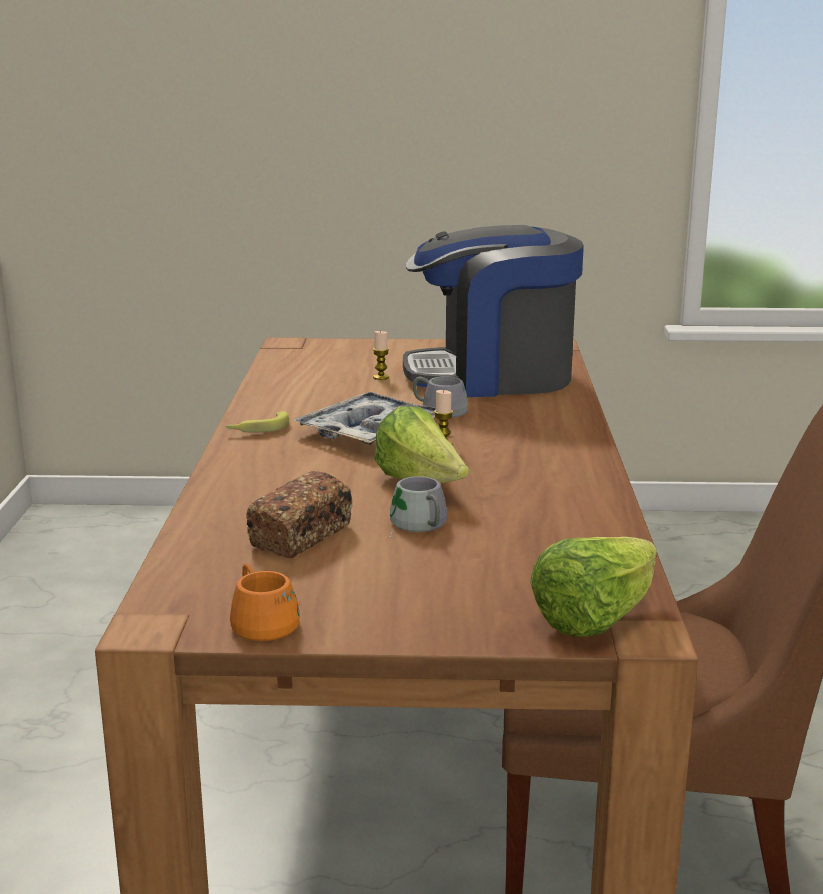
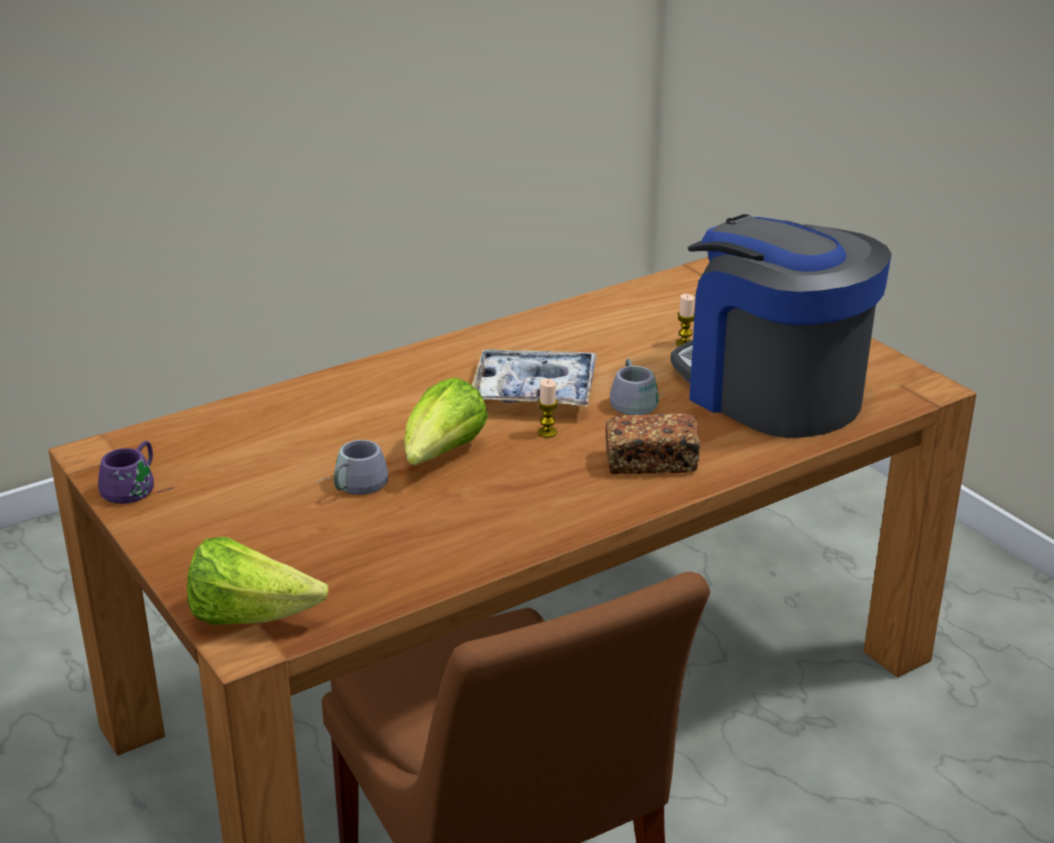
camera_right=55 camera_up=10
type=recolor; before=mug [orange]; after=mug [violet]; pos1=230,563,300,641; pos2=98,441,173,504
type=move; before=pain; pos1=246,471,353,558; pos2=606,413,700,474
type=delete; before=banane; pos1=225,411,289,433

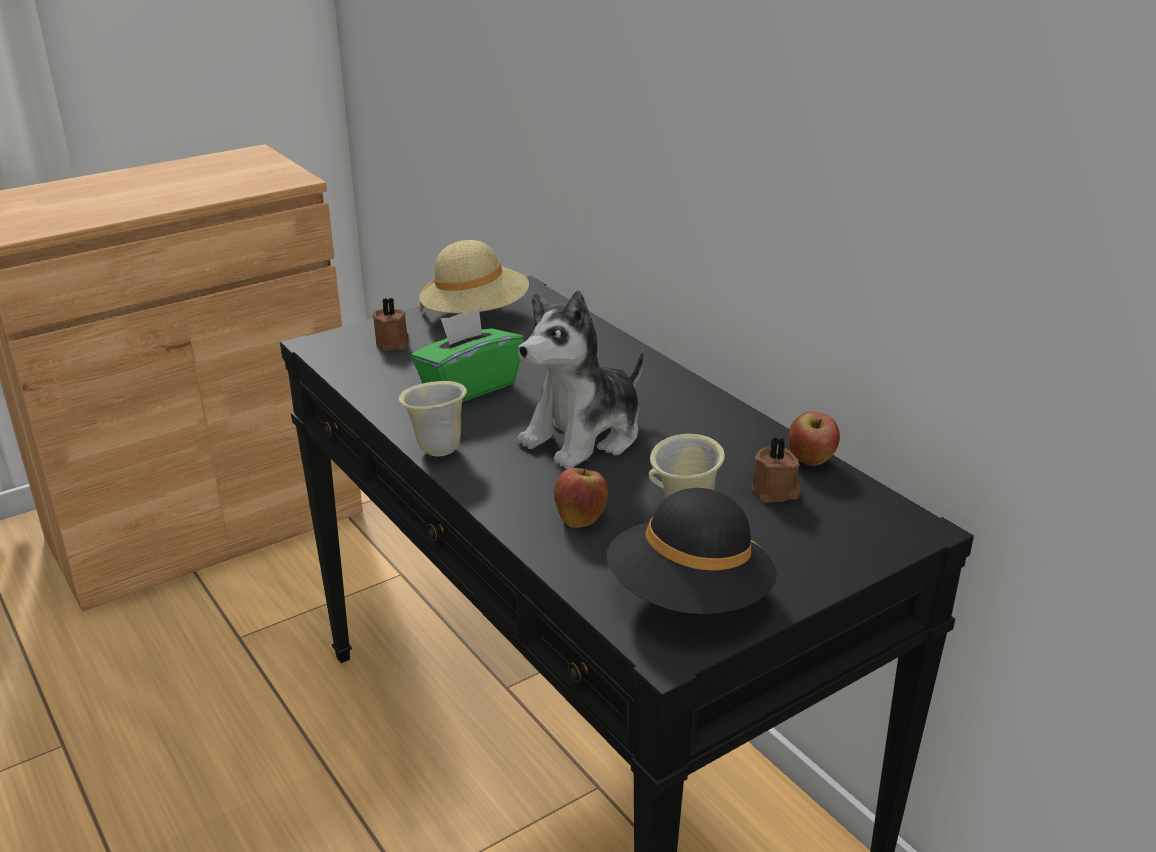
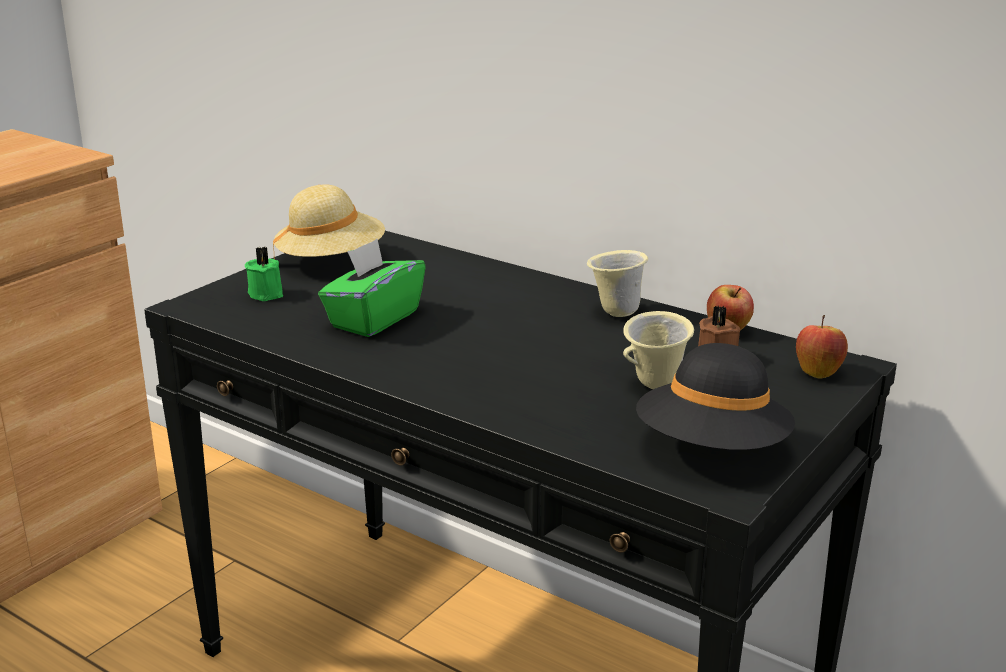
camera_right=-20 camera_up=-5
type=recolor; before=bougie [marron]; after=bougie [vert]; pos1=372,297,409,351; pos2=245,246,283,301
type=move; before=mug [beige]; pos1=399,381,467,456; pos2=587,250,648,317
type=move; before=pomme; pos1=554,460,608,528; pos2=796,315,848,379
type=delete; before=peluche; pos1=517,290,644,469

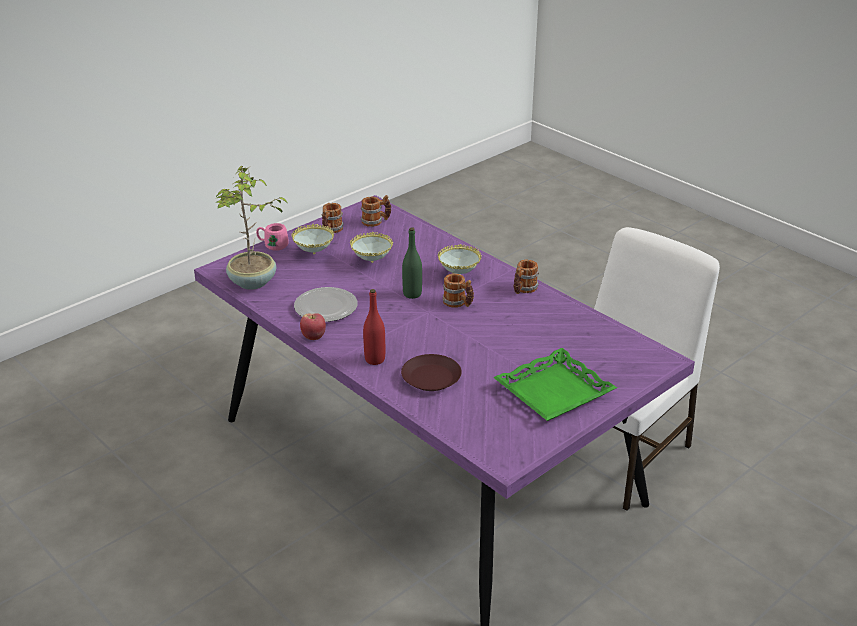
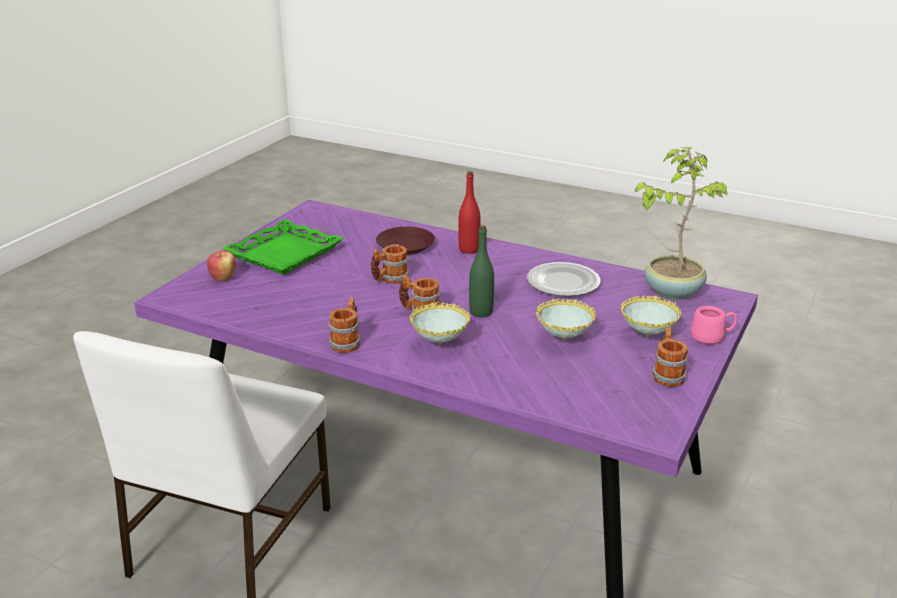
camera_right=160 camera_up=-5
type=move; before=pomme; pos1=300,313,326,340; pos2=207,250,236,282
type=move; before=mug; pos1=361,195,391,227; pos2=371,244,409,284

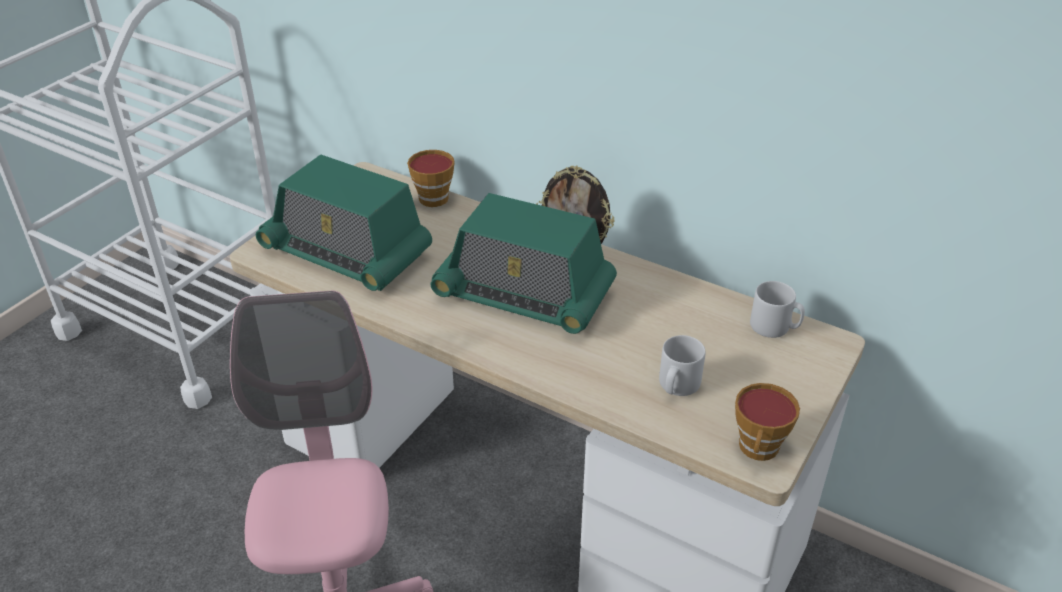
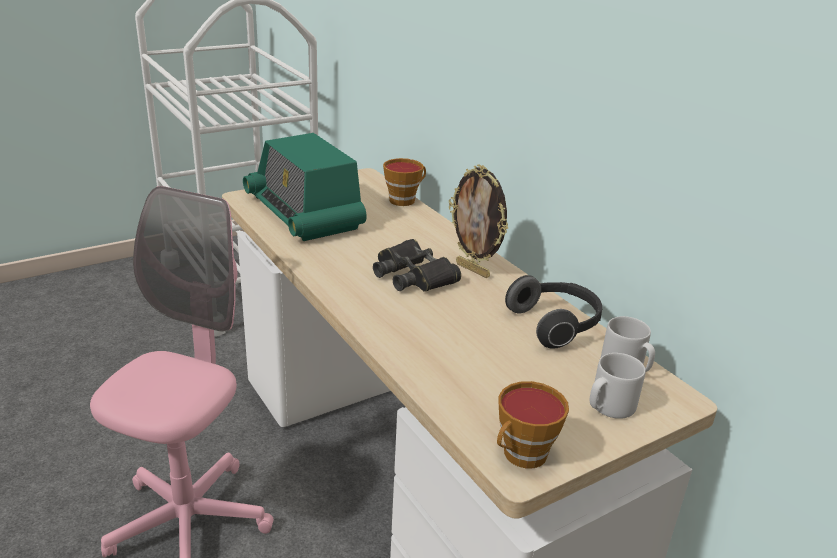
camera_right=25 camera_up=-10
type=replace; before=radio; after=jumelles [noir]; pos1=430,193,617,334; pos2=373,239,461,292
type=insert; after=casque audio; pos2=505,275,602,349
type=move; before=mug [gris]; pos1=659,335,706,396; pos2=590,353,646,419

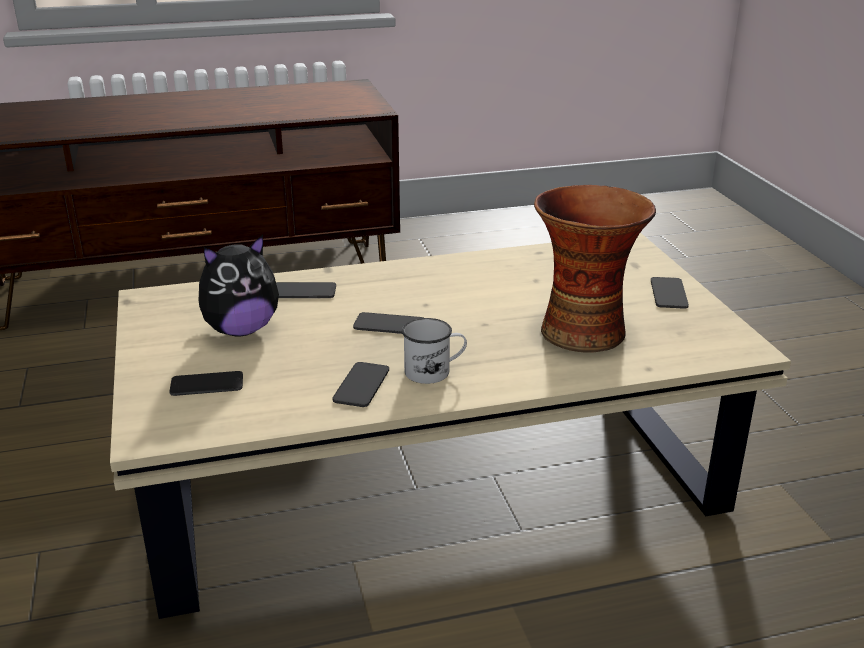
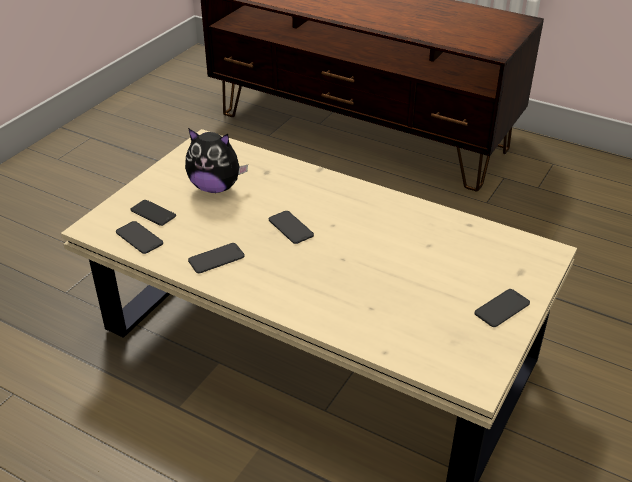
camera_right=45 camera_up=10
type=move; before=téléphone; pos1=276,282,336,298; pos2=116,221,163,254
type=delete; before=mug [blanc]; pos1=402,318,467,384
type=delete; before=vase; pos1=534,185,656,353

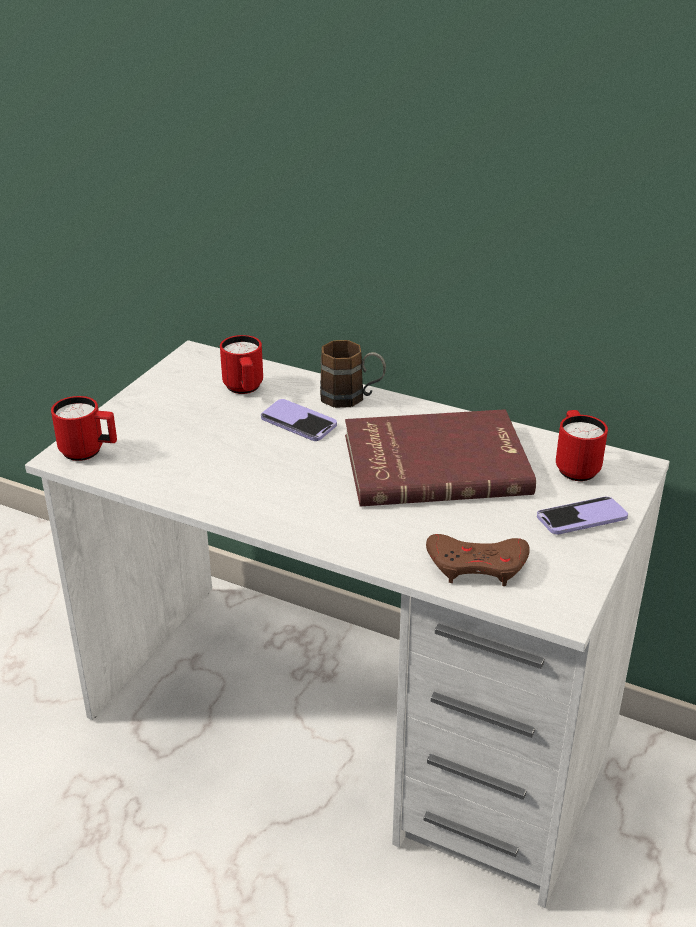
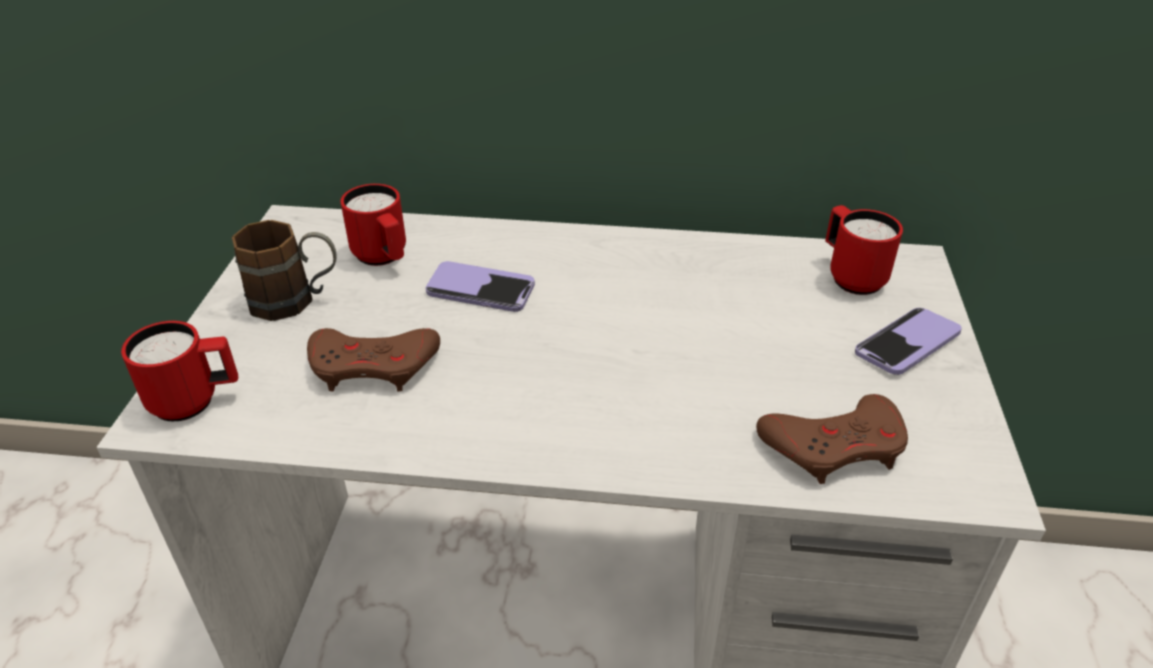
camera_right=-20 camera_up=5
type=move; before=mug [marron]; pos1=320,340,386,408; pos2=232,220,337,321
type=insert; after=manette [marron]; pos2=307,328,440,392
type=delete; before=livre [rouge]; pos1=345,409,536,507

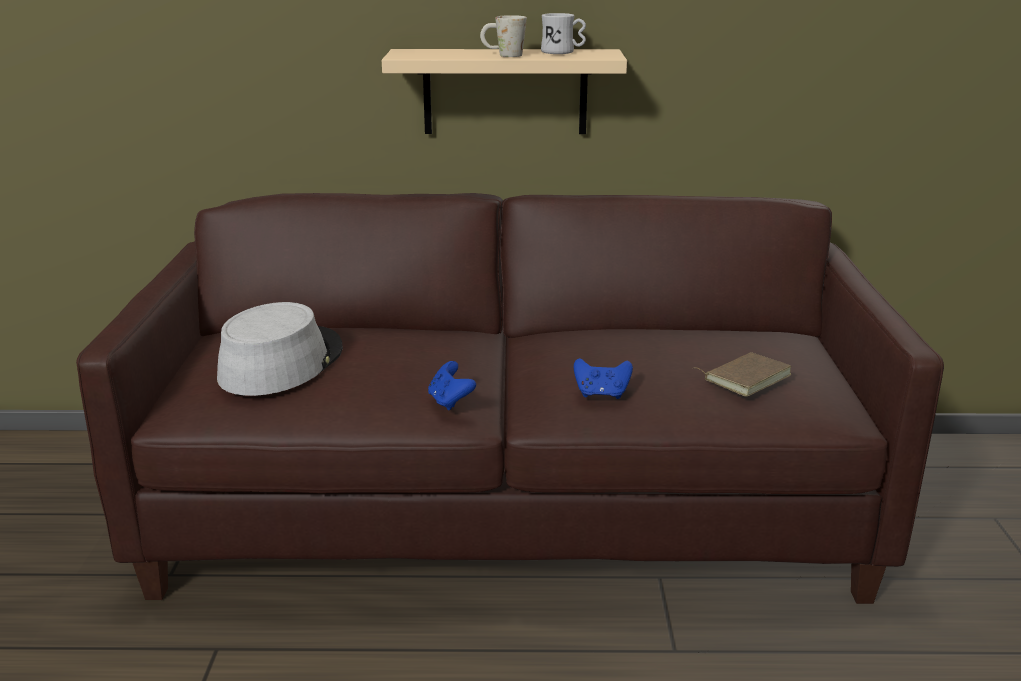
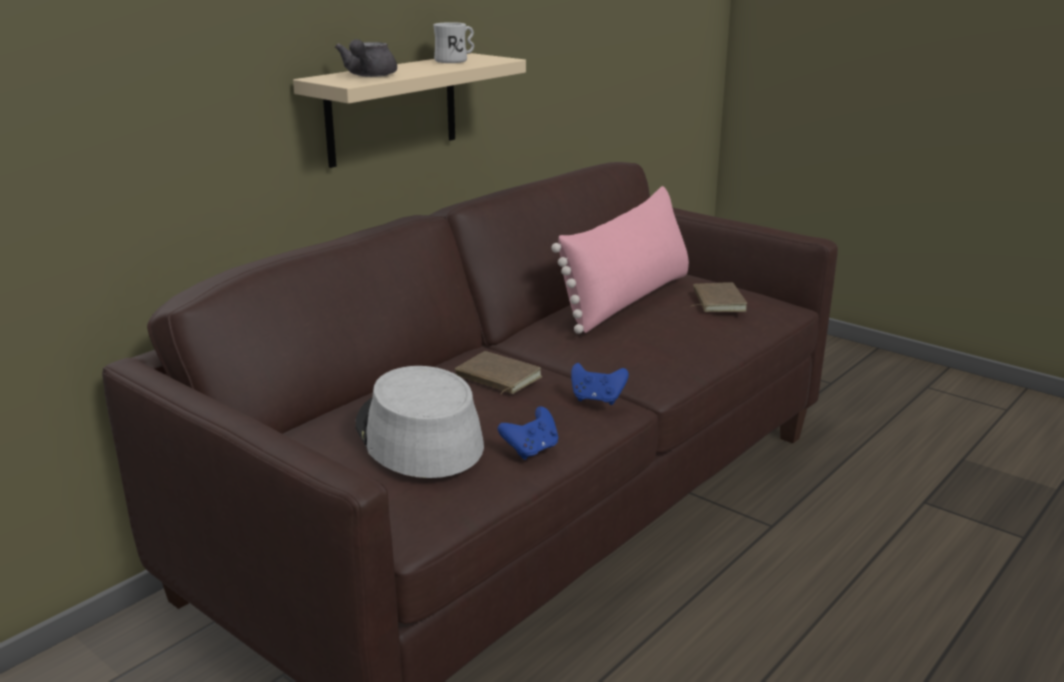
camera_right=-50 camera_up=0
type=insert; after=théière [gris]; pos2=335,39,397,77
type=insert; after=livre [marron]; pos2=455,351,542,394
type=move; before=manette [bleu]; pos1=574,358,633,399; pos2=498,406,558,460
type=insert; after=coussin [rose]; pos2=551,186,689,334
type=delete; before=mug [blanc]; pos1=480,15,527,57

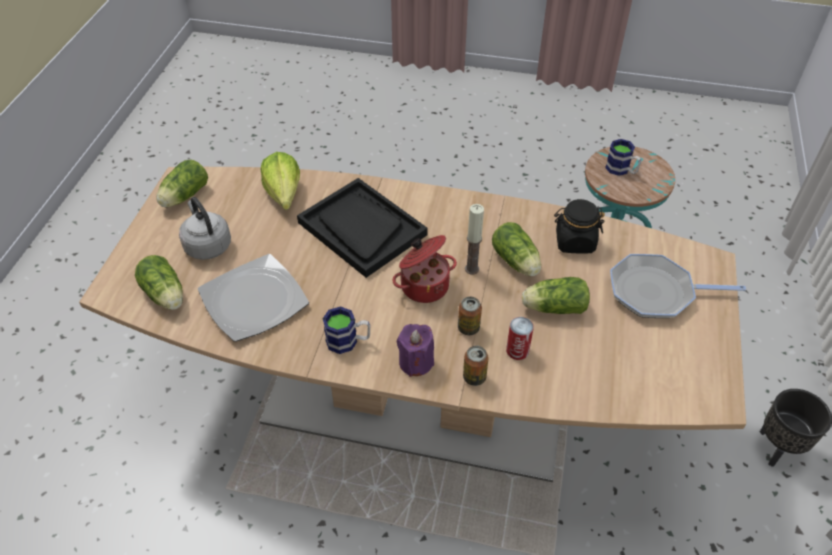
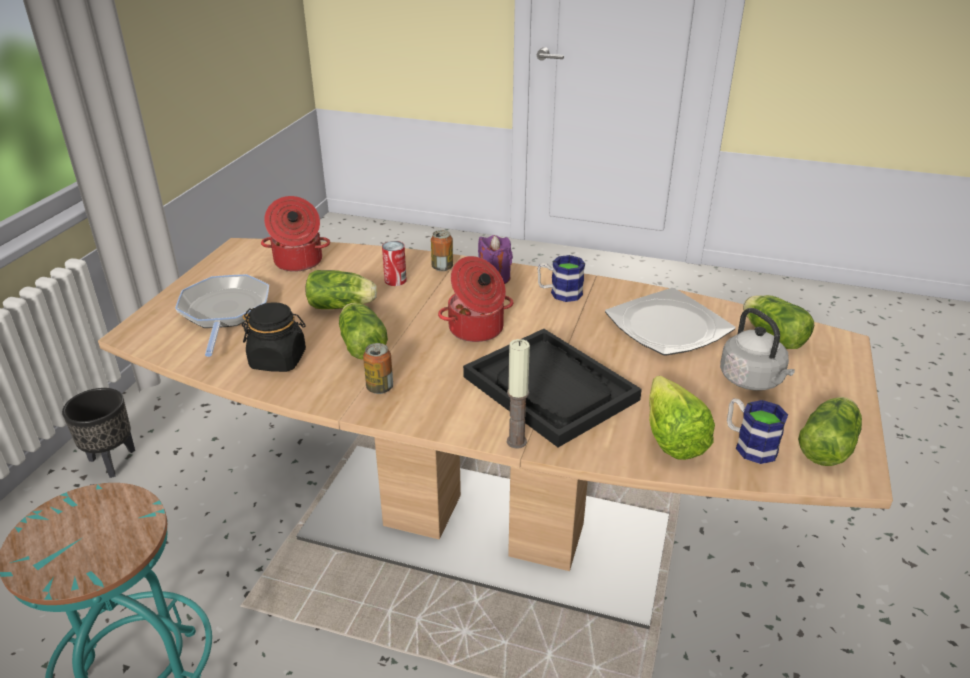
camera_right=-175 camera_up=-15
type=rotate; before=poêle; pos1=610,254,746,318; pos2=175,274,269,357; turn=-105
type=insert; after=marmite; pos2=261,196,330,272
type=move; before=boîte métallique; pos1=458,297,482,335; pos2=363,343,393,394
type=move; before=bougie; pos1=465,204,484,274; pos2=507,339,530,449
type=move; before=mug; pos1=605,139,641,176; pos2=727,398,788,464

